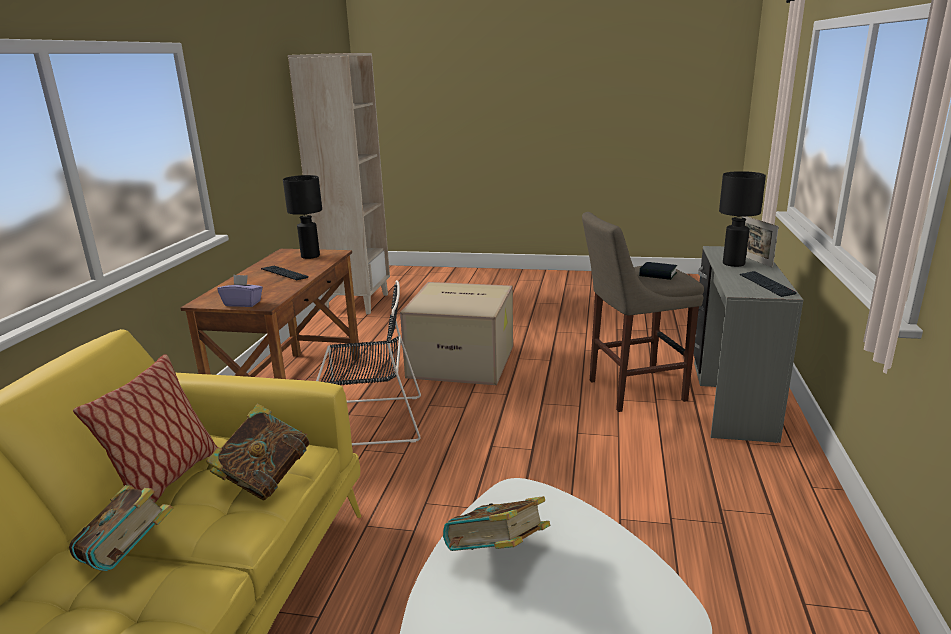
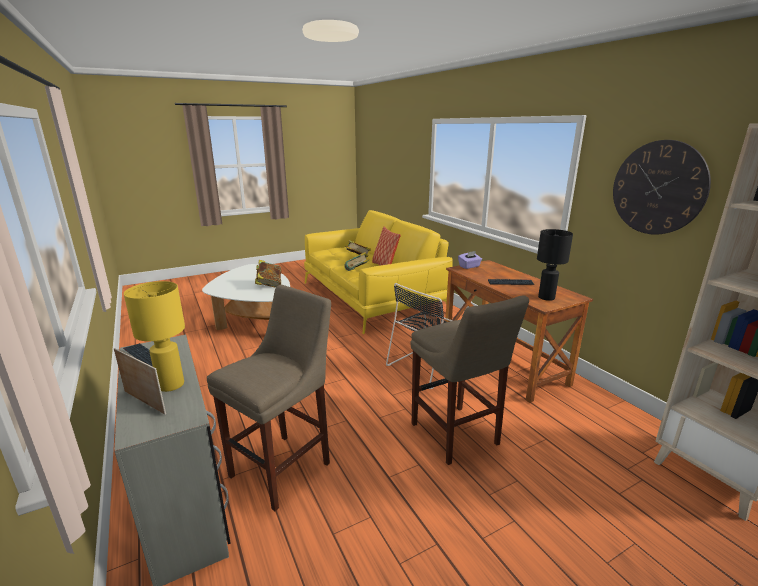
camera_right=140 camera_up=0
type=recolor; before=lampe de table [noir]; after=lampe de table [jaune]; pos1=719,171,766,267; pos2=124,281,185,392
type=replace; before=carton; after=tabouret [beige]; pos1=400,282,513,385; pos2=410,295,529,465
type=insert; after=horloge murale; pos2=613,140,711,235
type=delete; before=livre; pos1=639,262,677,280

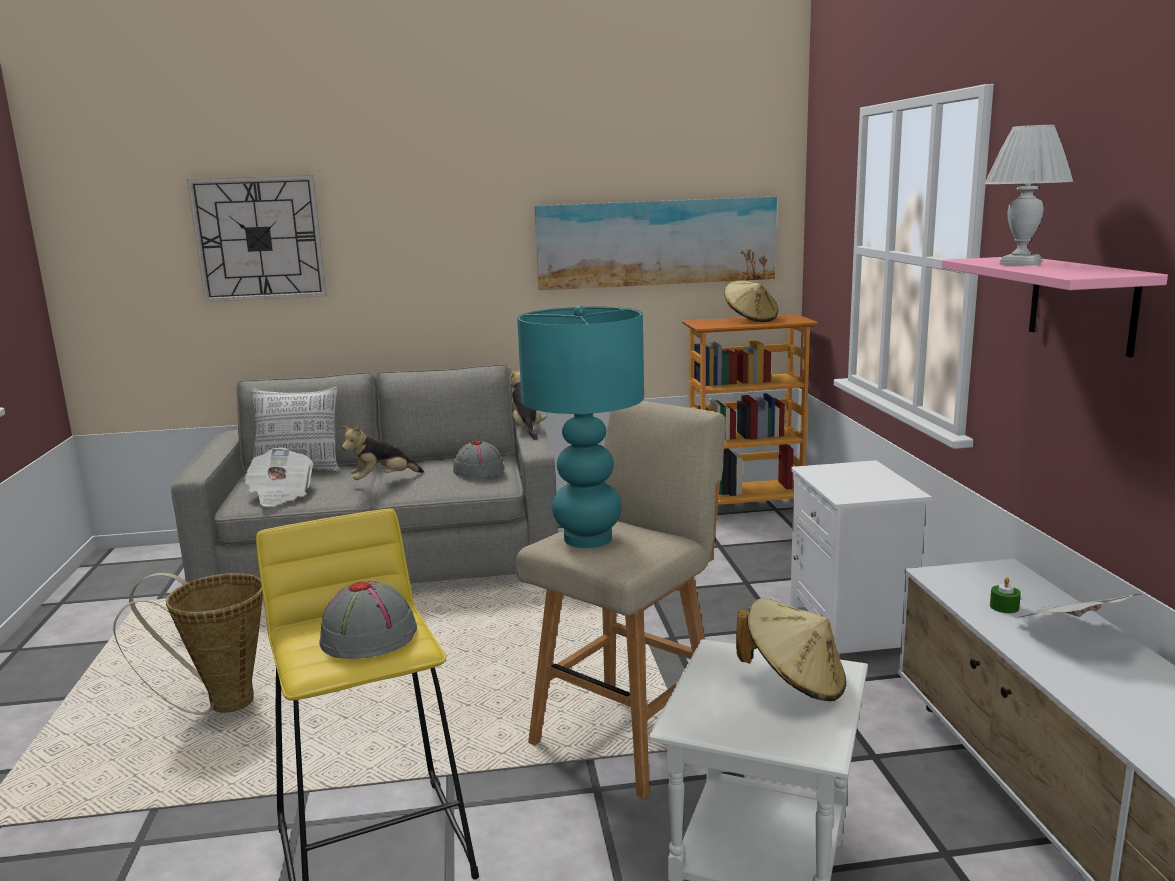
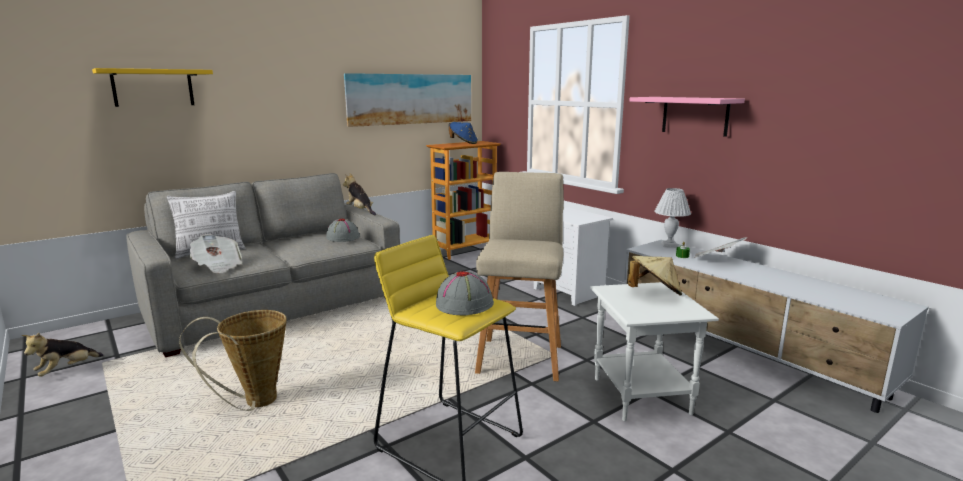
camera_right=-30 camera_up=0
type=move; before=peluche; pos1=342,426,424,480; pos2=22,333,104,377
type=replace; before=horloge murale; after=étagère [jaune]; pos1=187,175,327,302; pos2=92,68,213,107
type=recolor; before=chapeau [beige]; after=chapeau [bleu]; pos1=724,281,778,322; pos2=449,122,478,144
type=move; before=lampe de table [blanc]; pos1=984,125,1074,266; pos2=654,188,691,248
type=delete; before=lampe de table [turquoise]; pos1=517,306,644,548

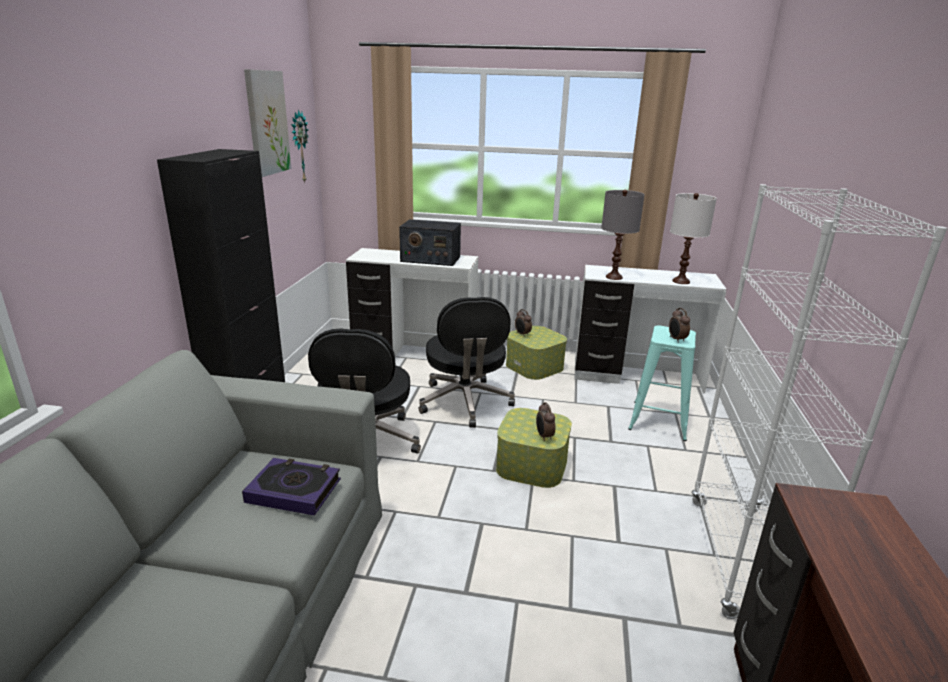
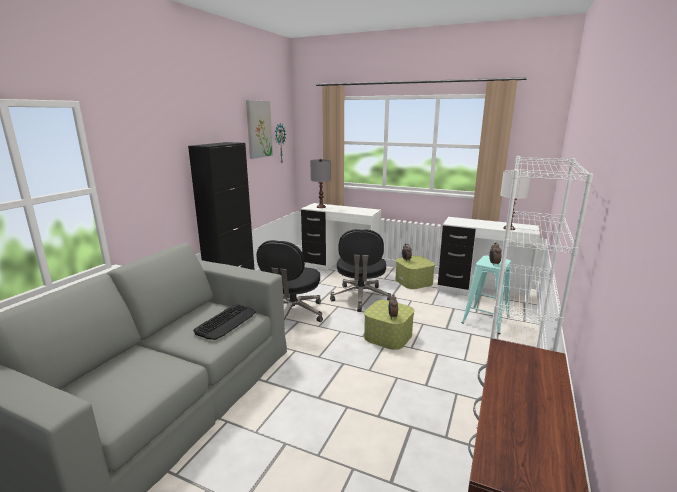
camera_right=15 camera_up=-5
type=replace; before=livre; after=clavier; pos1=242,458,341,516; pos2=193,304,256,340
type=move; before=lampe de table [gris]; pos1=601,190,645,280; pos2=310,159,331,208
type=delete; before=radio; pos1=399,219,461,266

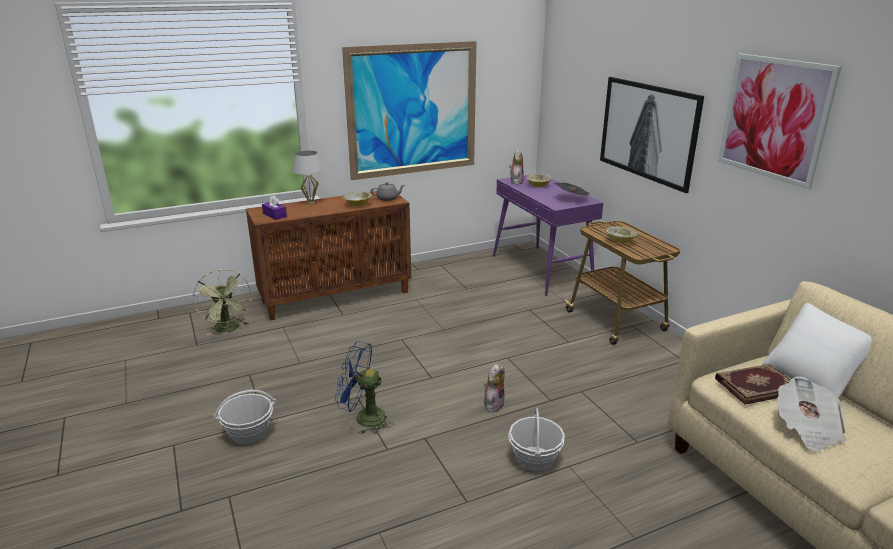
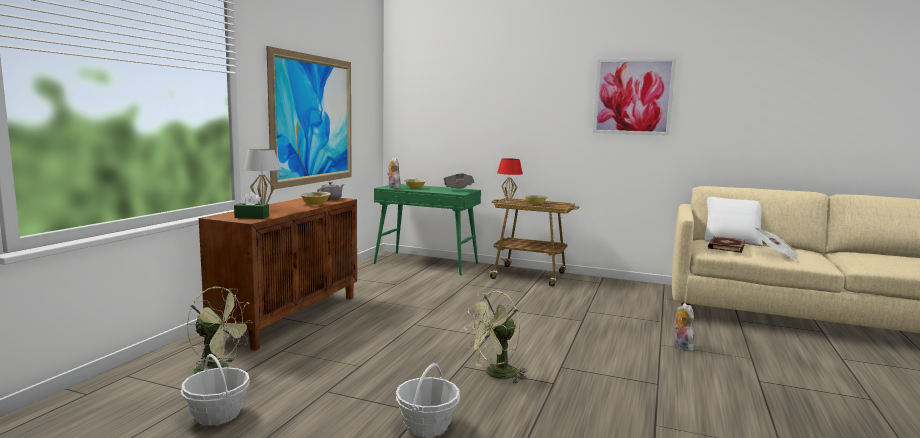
camera_right=-45 camera_up=-15
type=move; before=panier; pos1=508,408,565,471; pos2=181,354,250,426
type=recolor; before=boîte à mouchoirs [violet]; after=boîte à mouchoirs [vert]; pos1=262,195,287,220; pos2=234,192,269,219
type=recolor; before=table console [violet]; after=table console [vert]; pos1=493,173,603,296; pos2=374,184,481,275
type=recolor; before=ventilateur [bleu]; after=ventilateur [vert]; pos1=335,341,393,434; pos2=464,291,527,383
type=insert; after=lampe de table [rouge]; pos2=497,158,523,202
type=move; before=peluche; pos1=484,364,505,414; pos2=674,303,695,351
type=delete; before=tableau; pos1=600,77,704,193

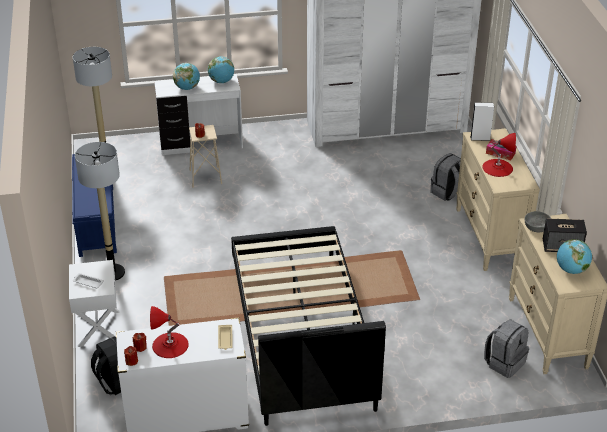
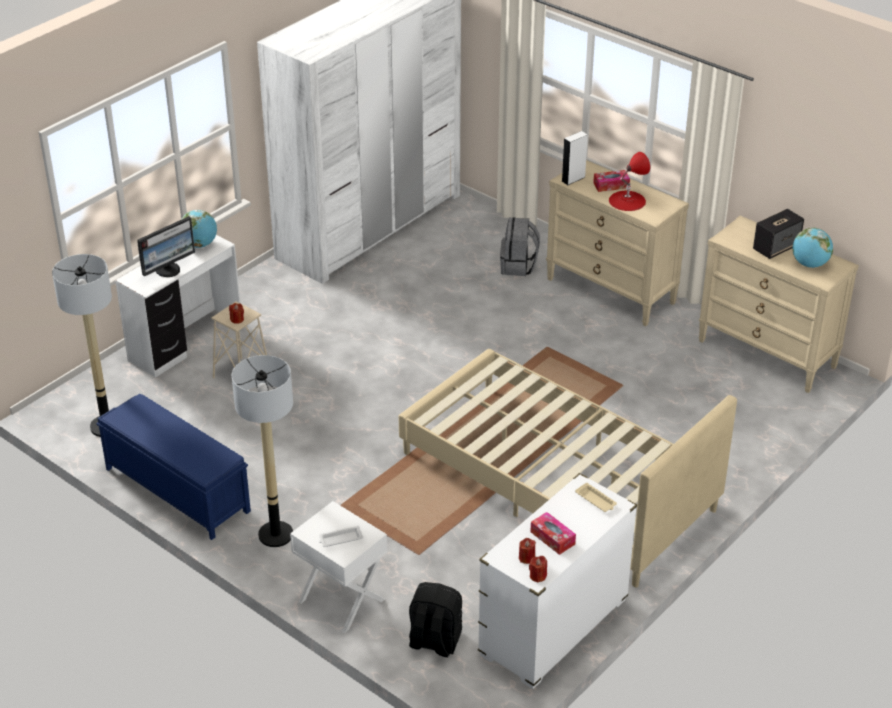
camera_right=-40 camera_up=0
type=replace; before=globe; after=écran d'ordinateur; pos1=173,63,200,90; pos2=137,216,195,277
type=recolor; before=lit [noir]; after=lit [beige]; pos1=231,226,386,426; pos2=399,349,737,587
type=replace; before=lampe de table [rouge]; after=boîte à mouchoirs; pos1=150,306,189,358; pos2=530,512,576,555
type=delete; before=sac à dos [gris]; pos1=484,320,529,378
type=delete; before=bol [gris]; pos1=525,211,551,232

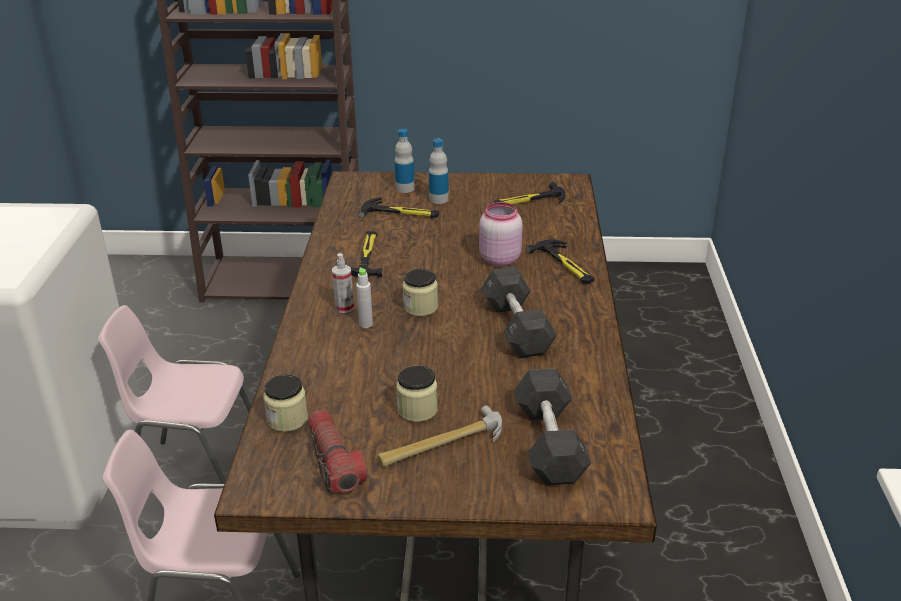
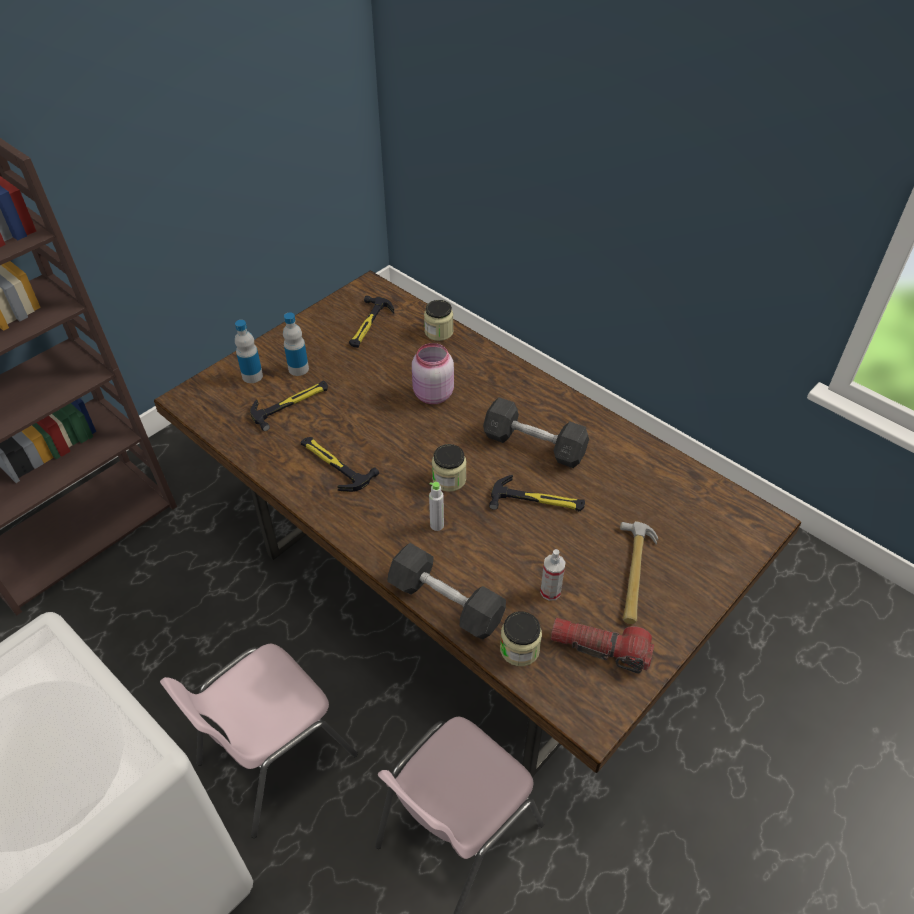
camera_right=-50 camera_up=15
type=move; before=haltère [gris]; pos1=515,368,591,485; pos2=387,543,506,639
type=move; before=bocal; pos1=396,366,438,422; pos2=424,300,453,341
type=move; before=marteau; pos1=526,239,594,283; pos2=489,475,585,511
type=move; before=vaporisateur; pos1=332,253,354,313; pos2=540,549,566,601

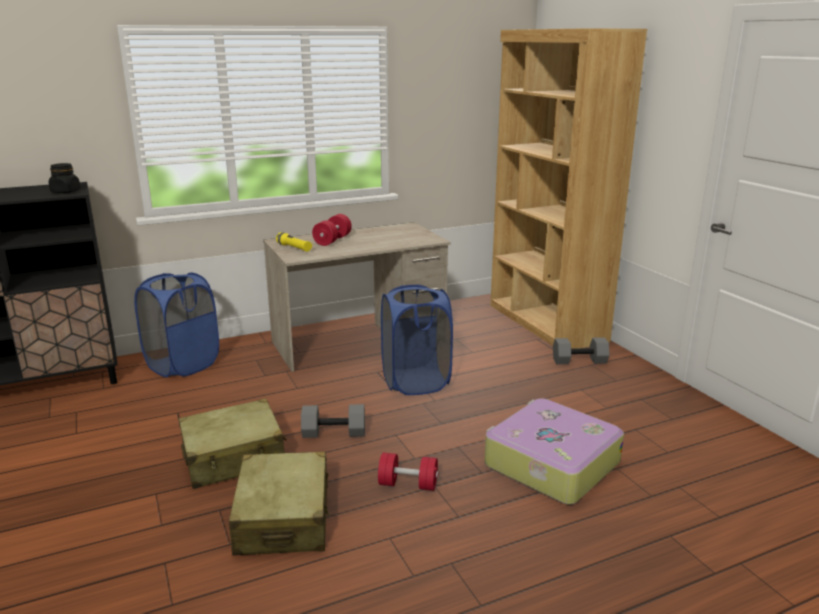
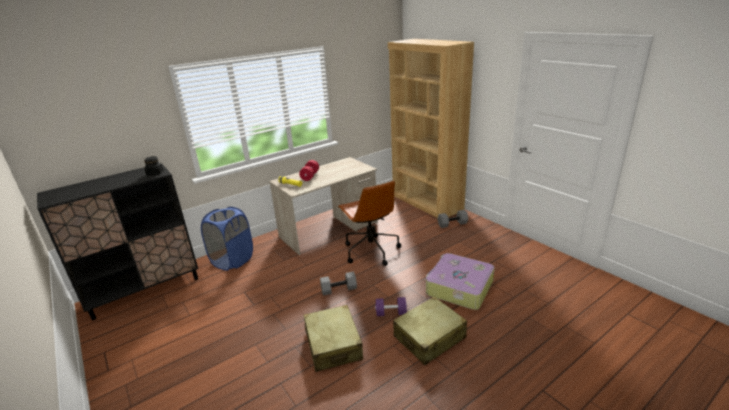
camera_right=-10 camera_up=5
type=replace; before=panier à linge [bleu]; after=chaise de bureau [marron]; pos1=381,284,453,395; pos2=338,180,401,266
type=recolor; before=haltère [rouge]; after=haltère [violet]; pos1=378,452,438,491; pos2=375,297,407,316
type=move; before=valise [beige]; pos1=179,398,287,489; pos2=393,297,467,365

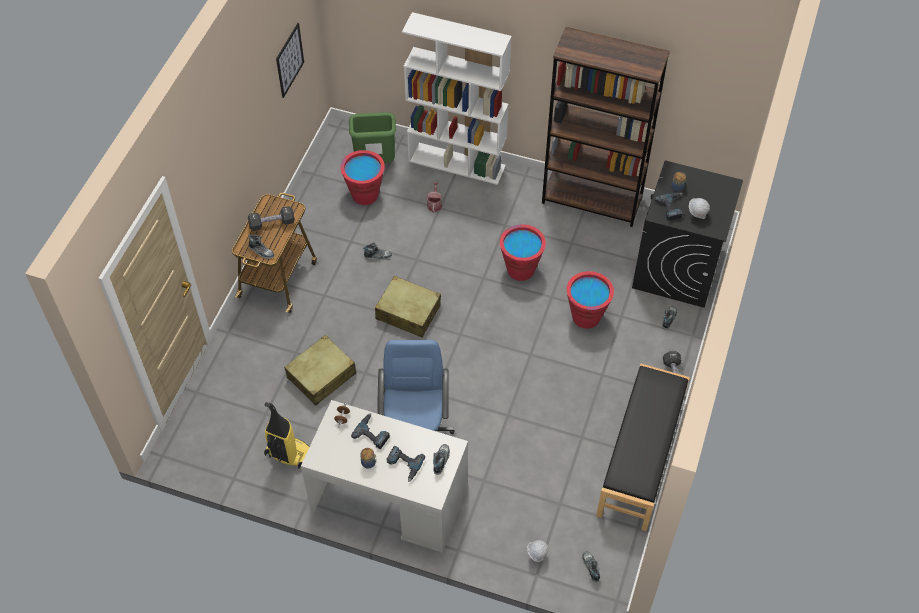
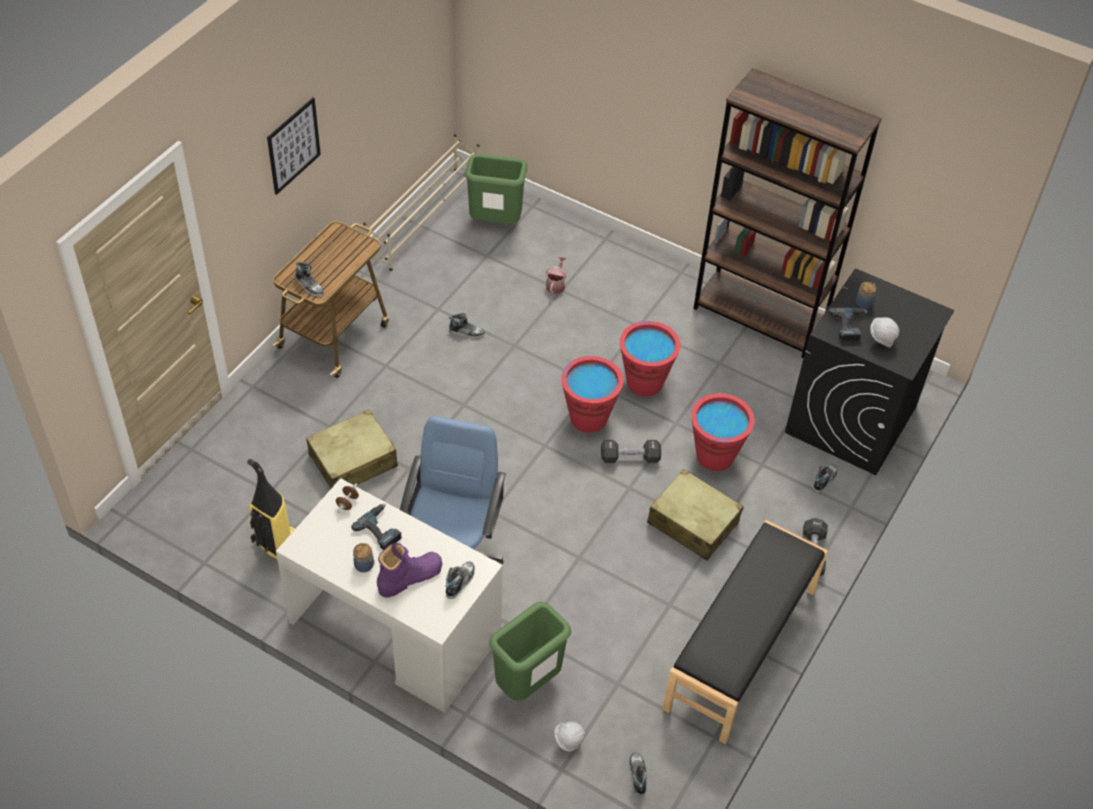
camera_right=10 camera_up=-5
type=move; before=tableau; pos1=276,23,304,98; pos2=267,98,321,195
type=insert; after=étagère à chaussures [beige]; pos2=363,134,480,271
type=replace; before=perceuse; after=botte [violet]; pos1=386,446,425,482; pos2=377,543,442,598
type=insert; after=poubelle [vert]; pos2=489,602,571,701
type=move; before=seau [rouge]; pos1=340,150,385,205; pos2=561,356,623,433
type=move; before=haltère [noir]; pos1=248,206,295,231; pos2=601,440,661,463
type=move; before=valise [beige]; pos1=375,276,441,338; pos2=647,469,744,561
type=delete; before=bibliothèque [blanc]; pos1=402,12,512,185

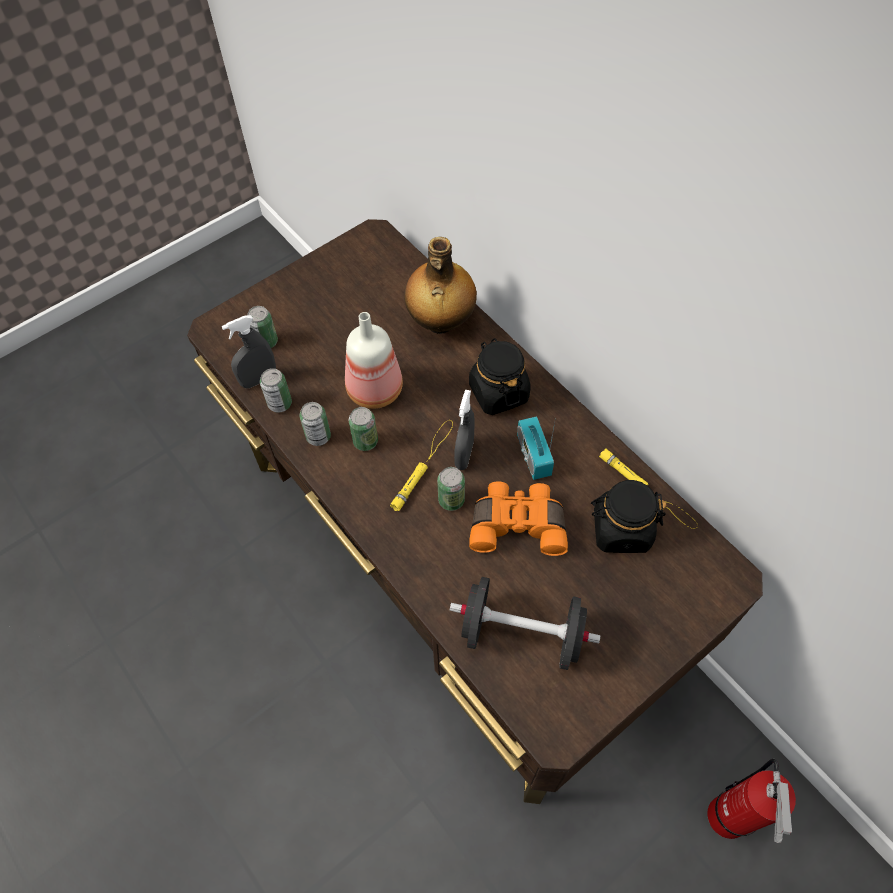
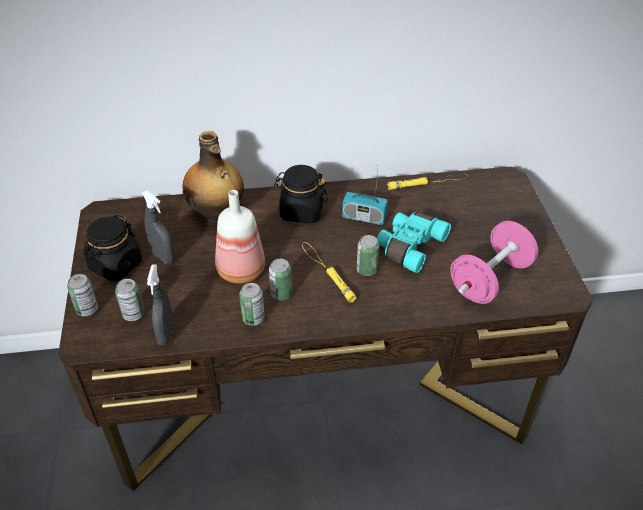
camera_right=-60 camera_up=-15
type=move; before=boîte métallique; pos1=260,368,292,412; pos2=67,274,98,316
type=move; before=bocal [noir]; pos1=591,480,666,553; pos2=83,215,142,281
type=move; before=vaporisateur [gris]; pos1=454,390,475,470; pos2=142,190,175,264
type=recolor; before=jumelles [orange]; after=jumelles [turquoise]; pos1=469,482,568,556; pos2=377,212,451,273
type=recolor; before=haltère [noir]; after=haltère [rose]; pos1=450,577,600,670; pos2=450,221,538,304
type=delete; before=extincteur; pos1=707,759,796,843

